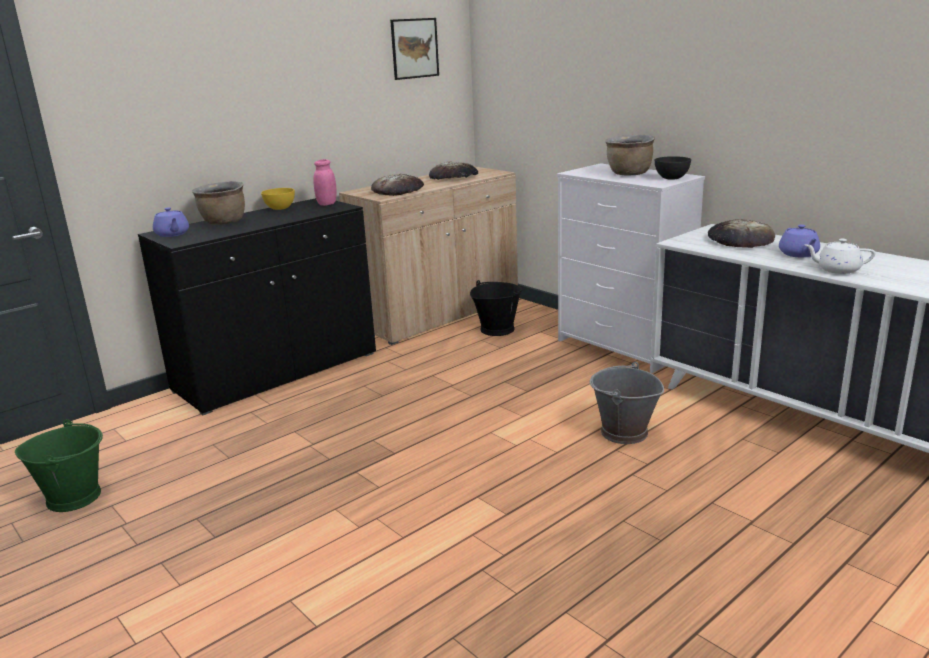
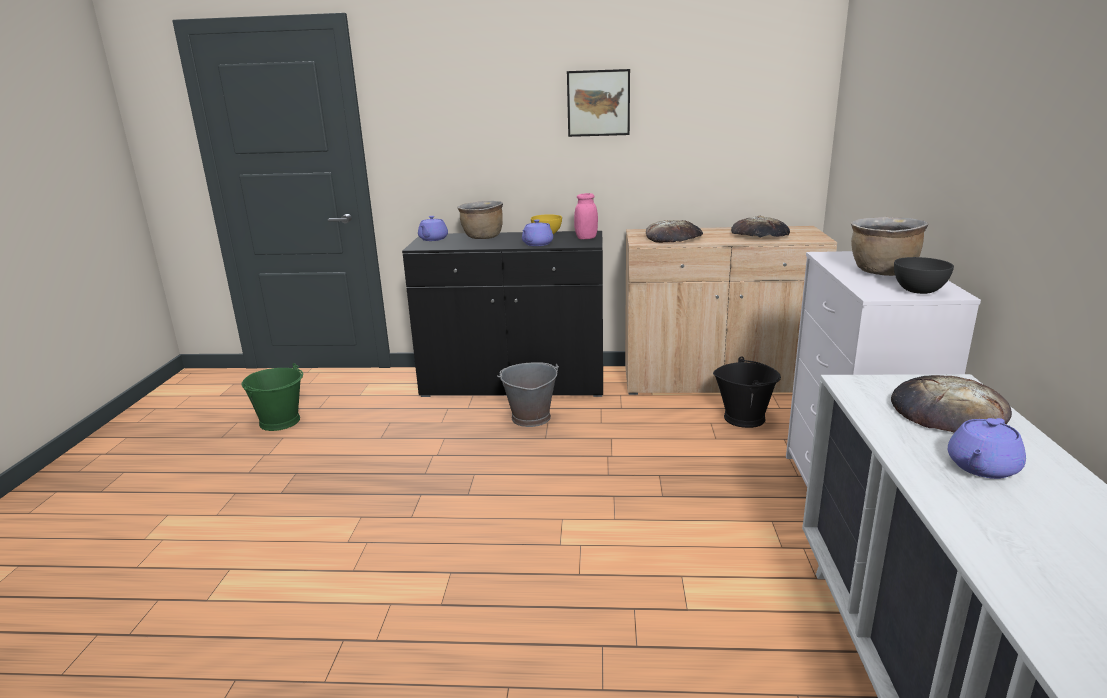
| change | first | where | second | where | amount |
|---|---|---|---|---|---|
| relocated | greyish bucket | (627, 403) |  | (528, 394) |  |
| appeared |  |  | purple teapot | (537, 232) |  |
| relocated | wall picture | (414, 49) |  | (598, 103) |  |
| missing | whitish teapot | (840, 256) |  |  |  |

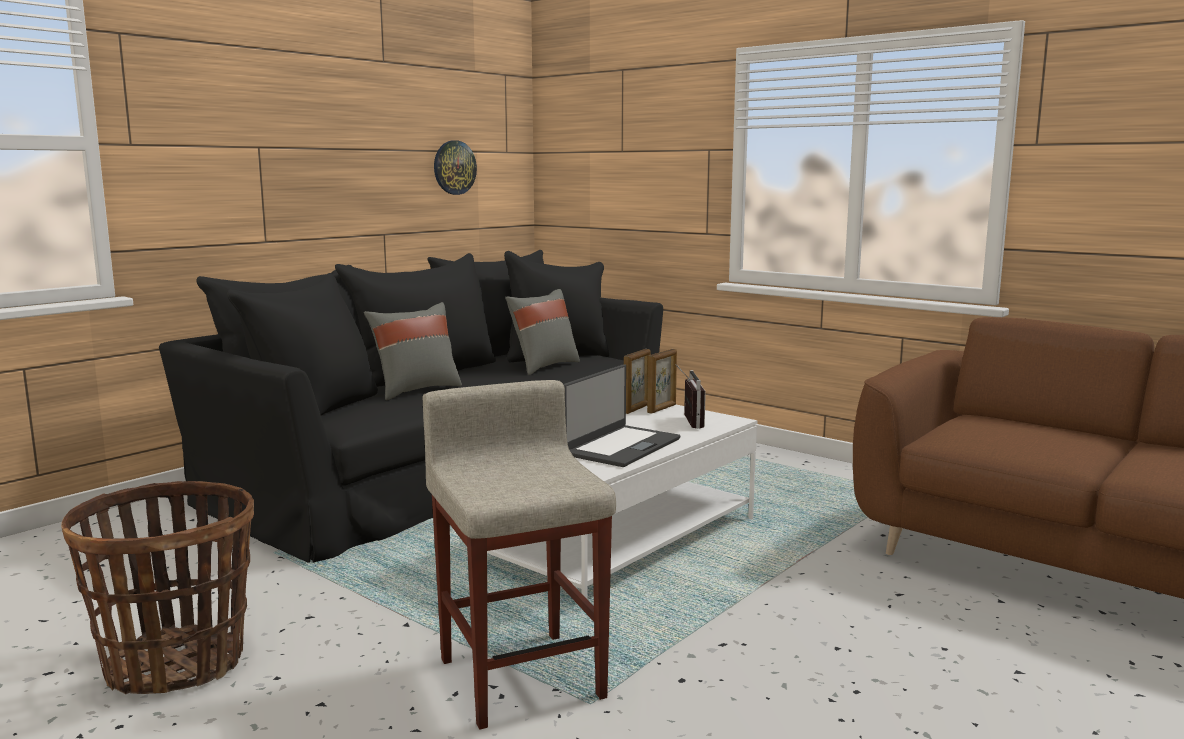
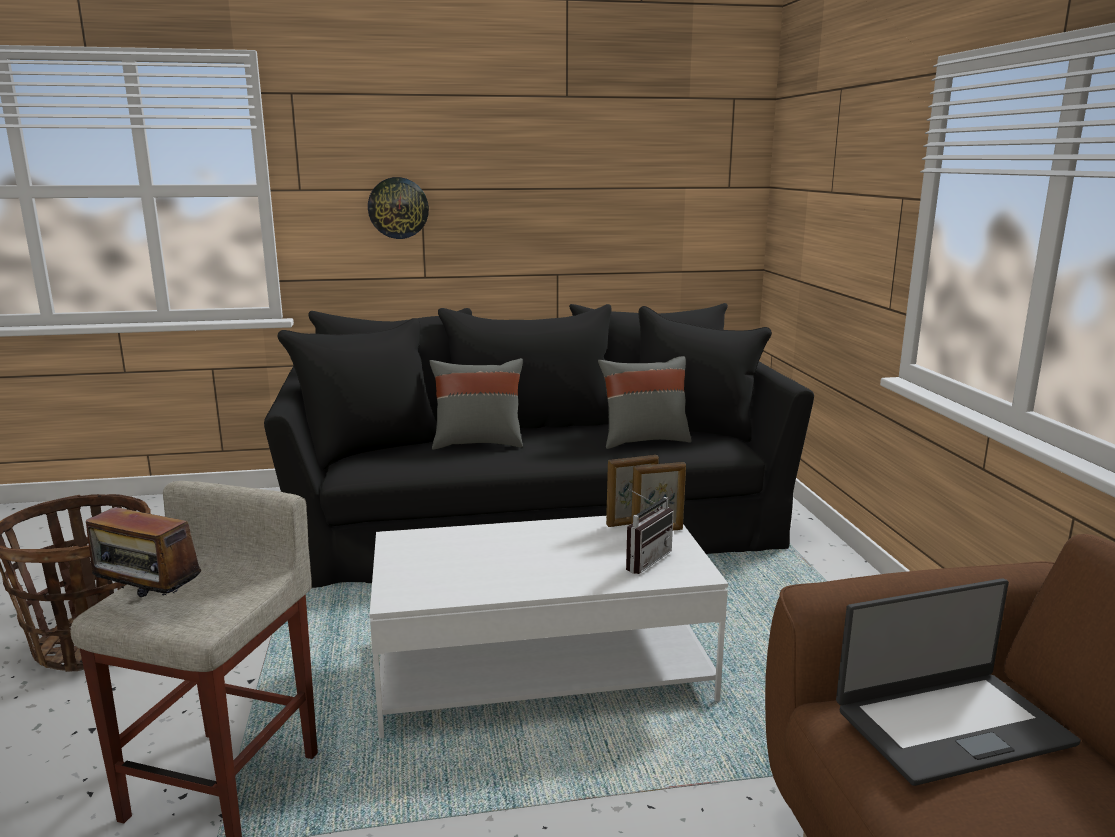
| change | first | where | second | where | amount |
|---|---|---|---|---|---|
| appeared |  |  | radio | (143, 547) |  |
| relocated | wall clock | (455, 167) |  | (398, 208) |  |
| relocated | laptop | (621, 415) |  | (958, 682) |  |

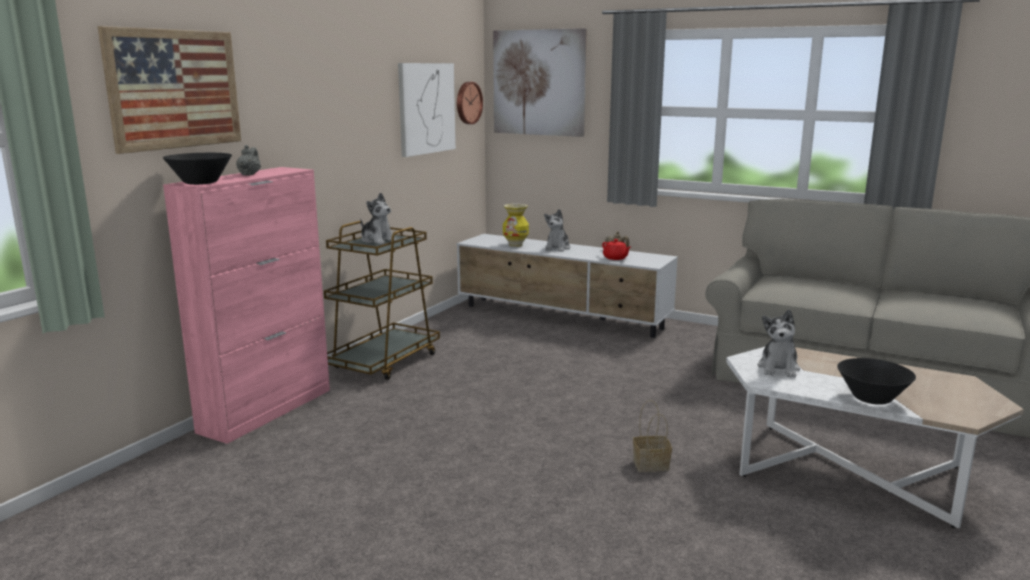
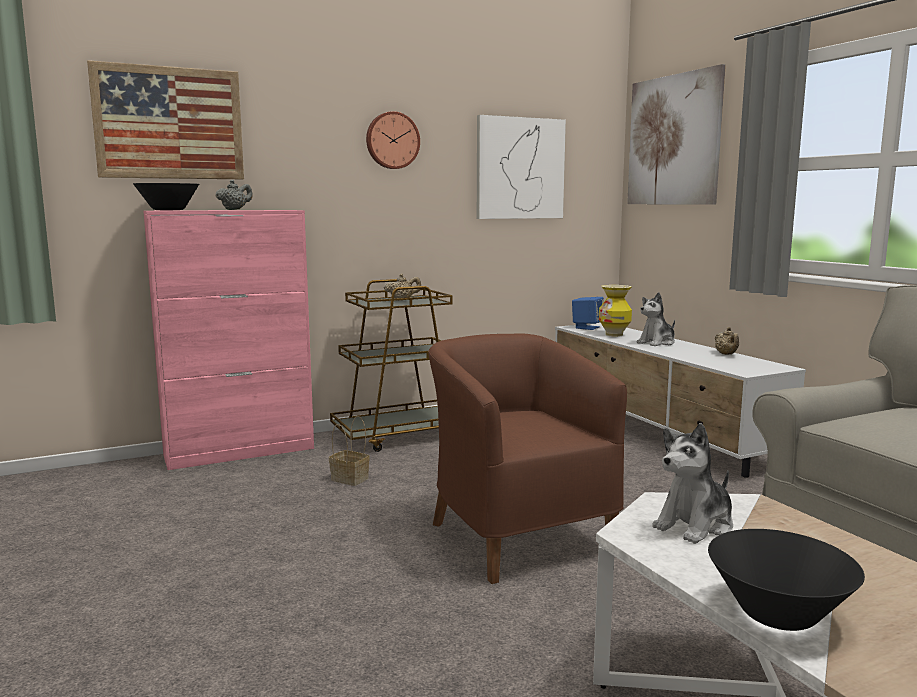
| change | first | where | second | where | amount |
|---|---|---|---|---|---|
| relocated | storage basket | (652, 436) |  | (349, 451) |  |
| relocated | wall clock | (470, 103) |  | (393, 140) |  |
| exchanged | soft toy | (378, 218) | beige teapot | (402, 287) |  |
| appeared |  |  | brown easy chair | (528, 459) |  |
| appeared |  |  | bluish loudspeaker | (588, 313) |  |
| missing | red-coloured teapot | (616, 249) |  |  |  |

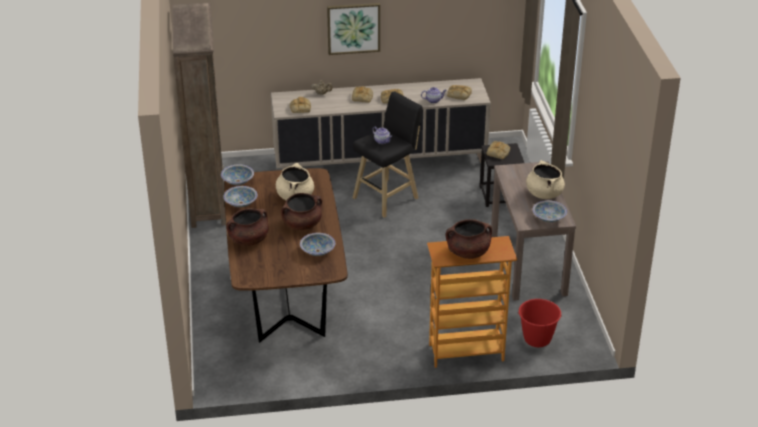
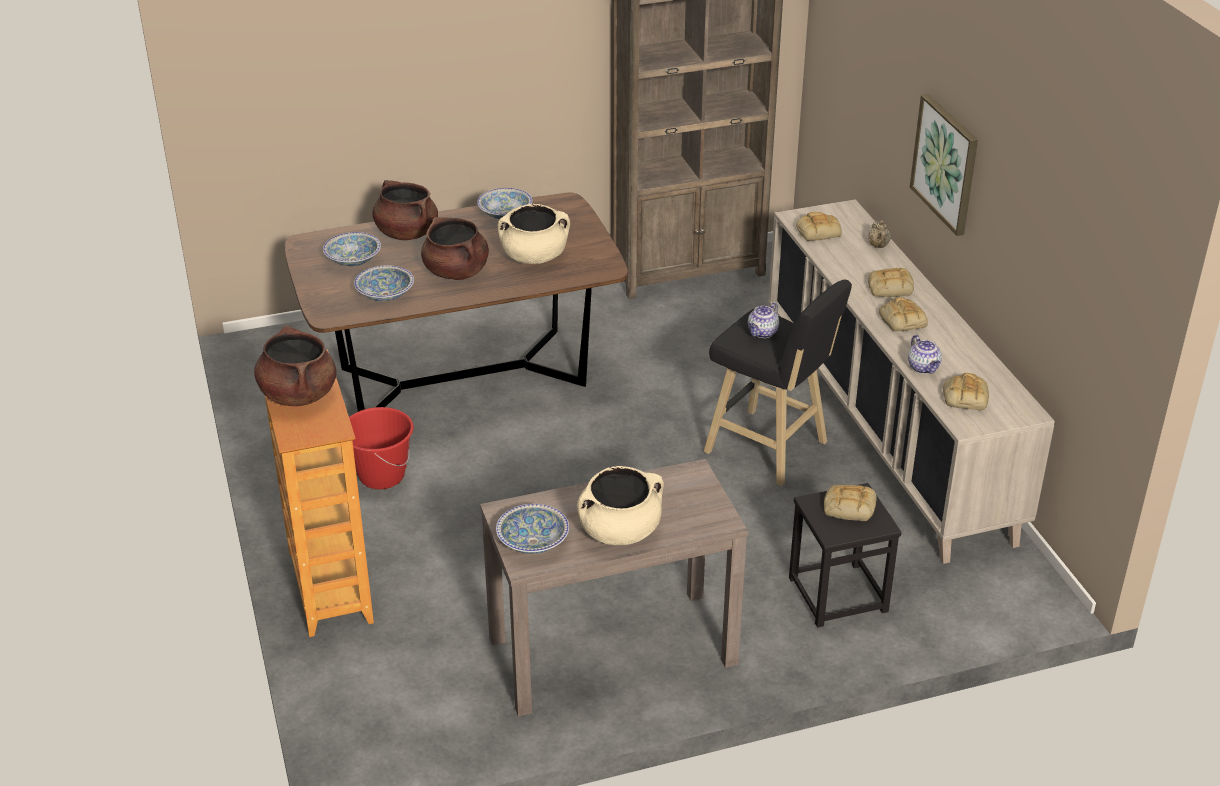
| change | first | where | second | where | amount |
|---|---|---|---|---|---|
| relocated | serving bowl | (237, 174) |  | (352, 249) |  |
| relocated | red-coloured bucket | (539, 323) |  | (381, 448) |  |

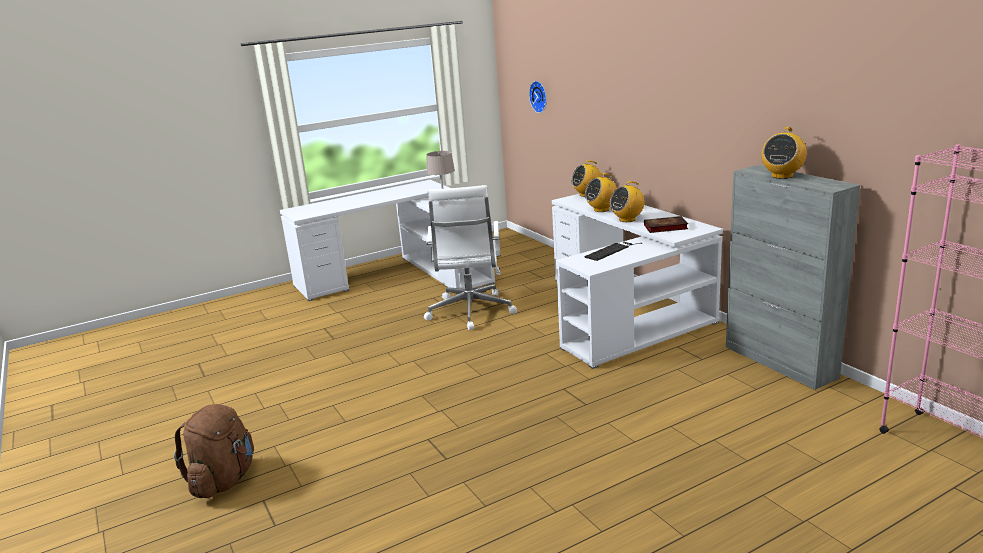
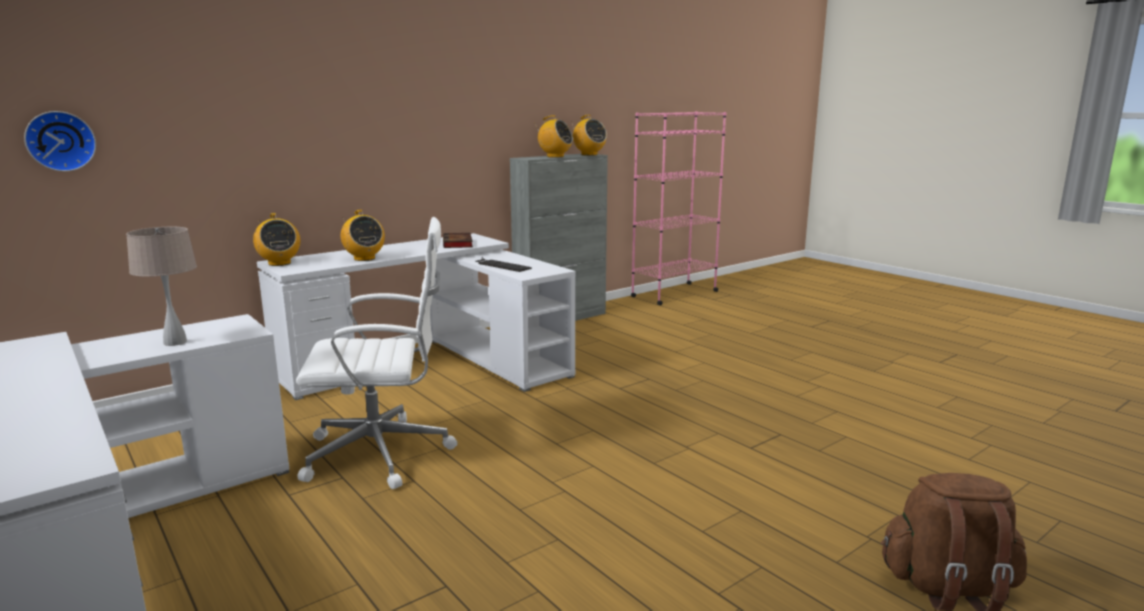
| change | first | where | second | where | amount |
|---|---|---|---|---|---|
| relocated | radio | (627, 201) |  | (589, 135) |  |

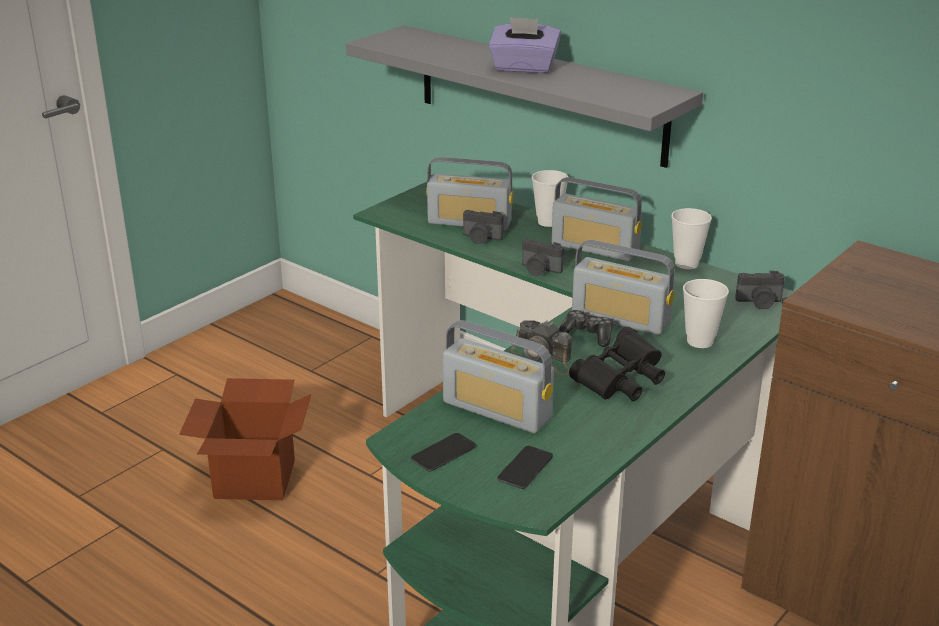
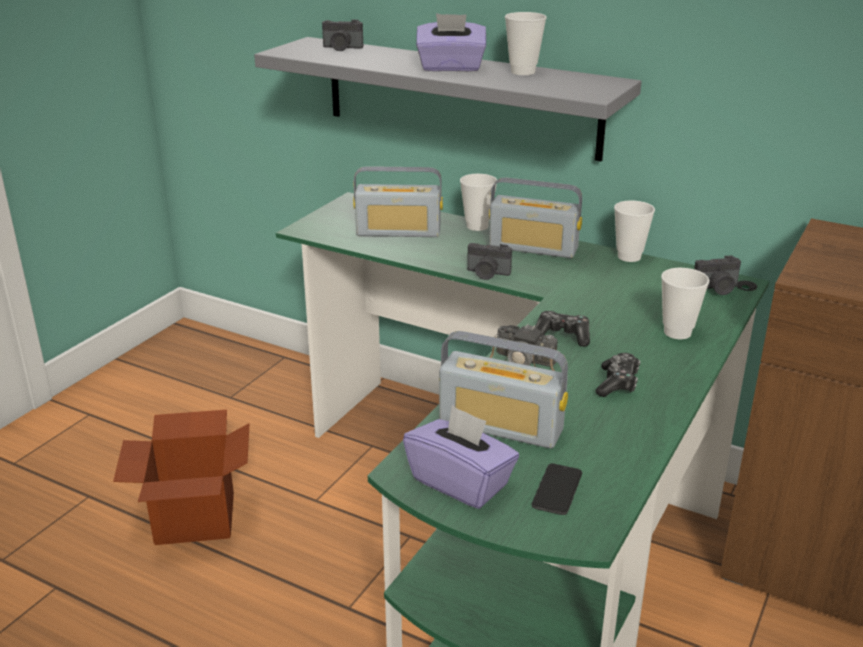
| change | first | where | second | where | amount |
|---|---|---|---|---|---|
| relocated | still camera | (483, 227) |  | (342, 35) |  |
| exchanged | telephone | (443, 452) | purple box of tissues | (461, 457) |  |
| appeared |  |  | cup | (526, 43) |  |
| exchanged | blackish pair of binoculars | (617, 364) | gamepad | (617, 375) |  |
| missing | radio | (623, 287) |  |  |  |

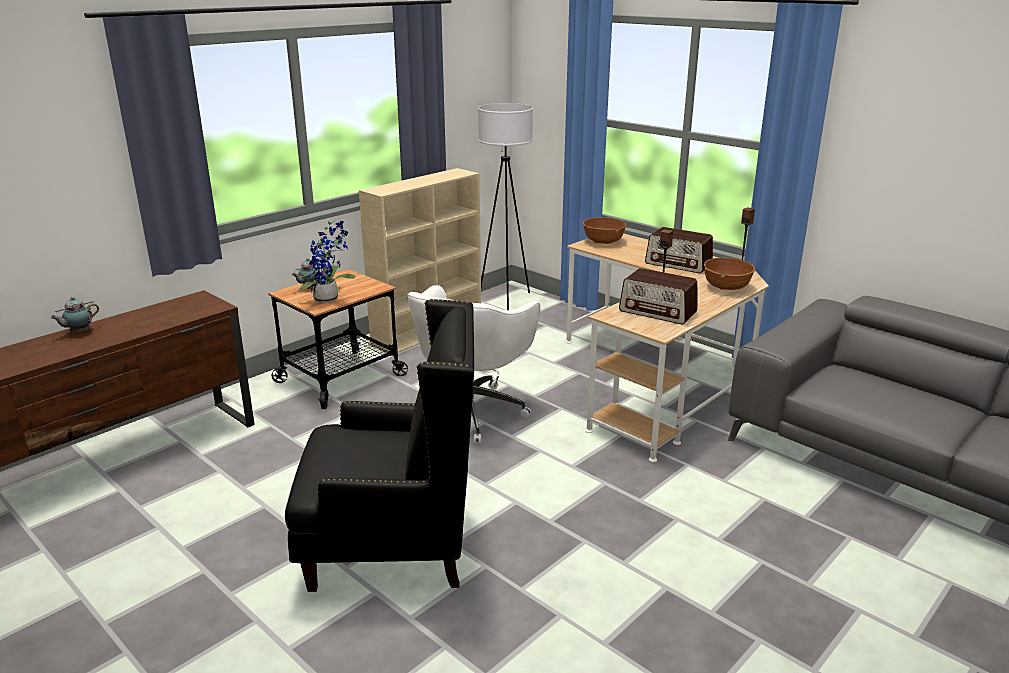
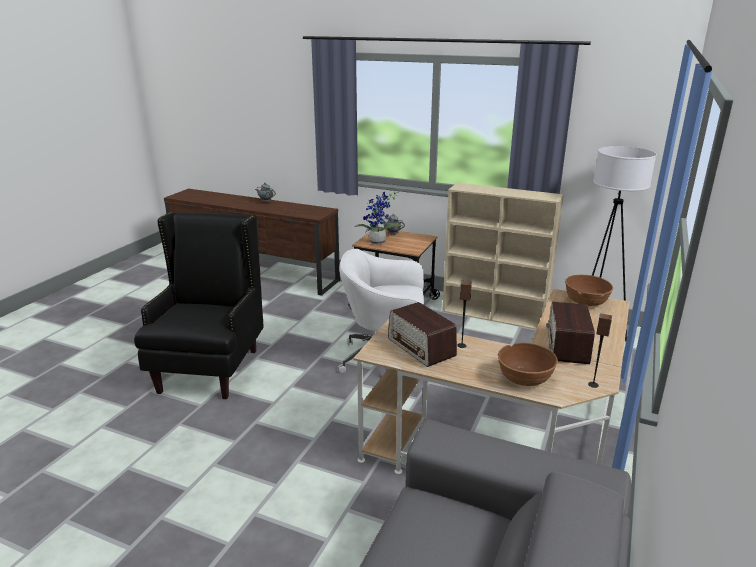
| change | first | where | second | where | amount |
|---|---|---|---|---|---|
| spun | blackish easy chair | (379, 445) |  | (198, 305) | 150 degrees counterclockwise |
| spun | radio | (658, 296) |  | (422, 334) | 45 degrees counterclockwise |

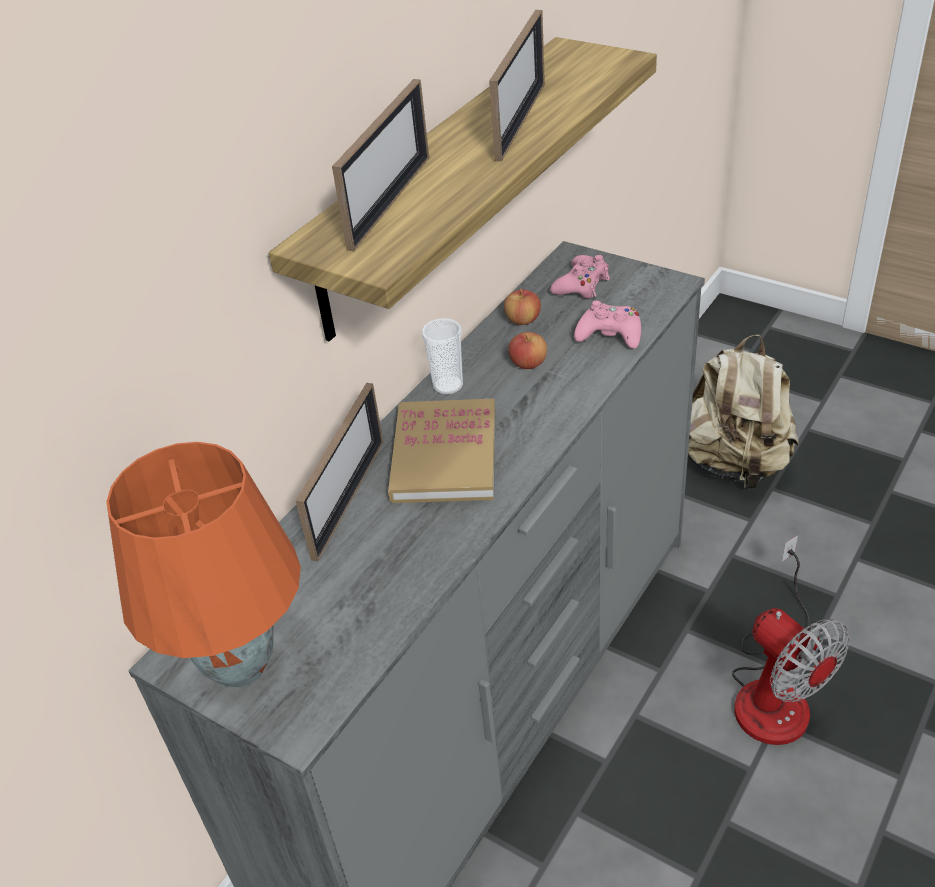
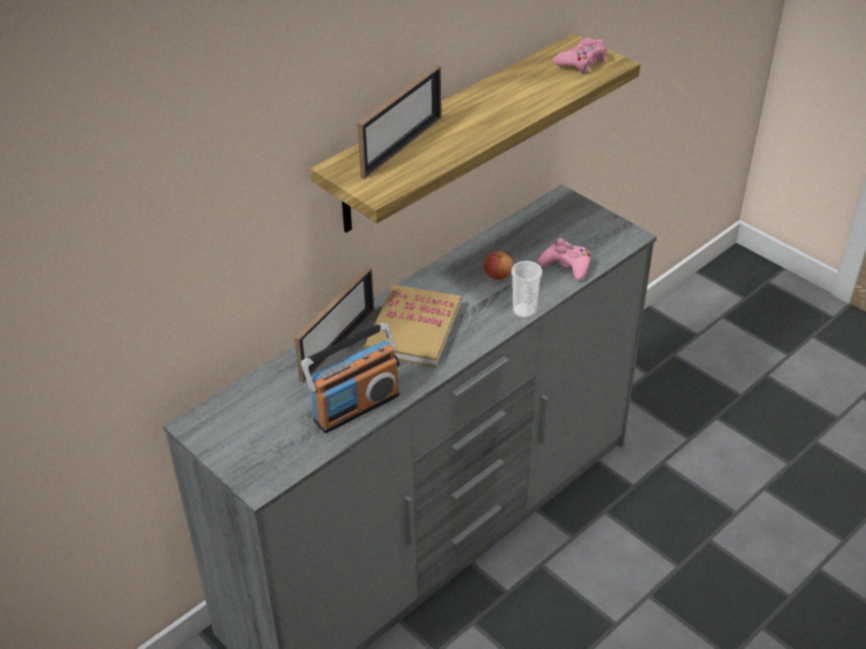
| change | first | where | second | where | amount |
|---|---|---|---|---|---|
| appeared |  |  | radio | (350, 377) |  |
| relocated | cup | (442, 356) |  | (526, 290) |  |
| relocated | pink-coloured gamepad | (580, 277) |  | (580, 55) |  |
| missing | orange tabletop lamp | (203, 564) |  |  |  |
| missing | photo frame | (517, 86) |  |  |  |
| missing | apple | (522, 306) |  |  |  |
| missing | beige rucksack | (743, 412) |  |  |  |
| missing | fan | (791, 640) |  |  |  |

